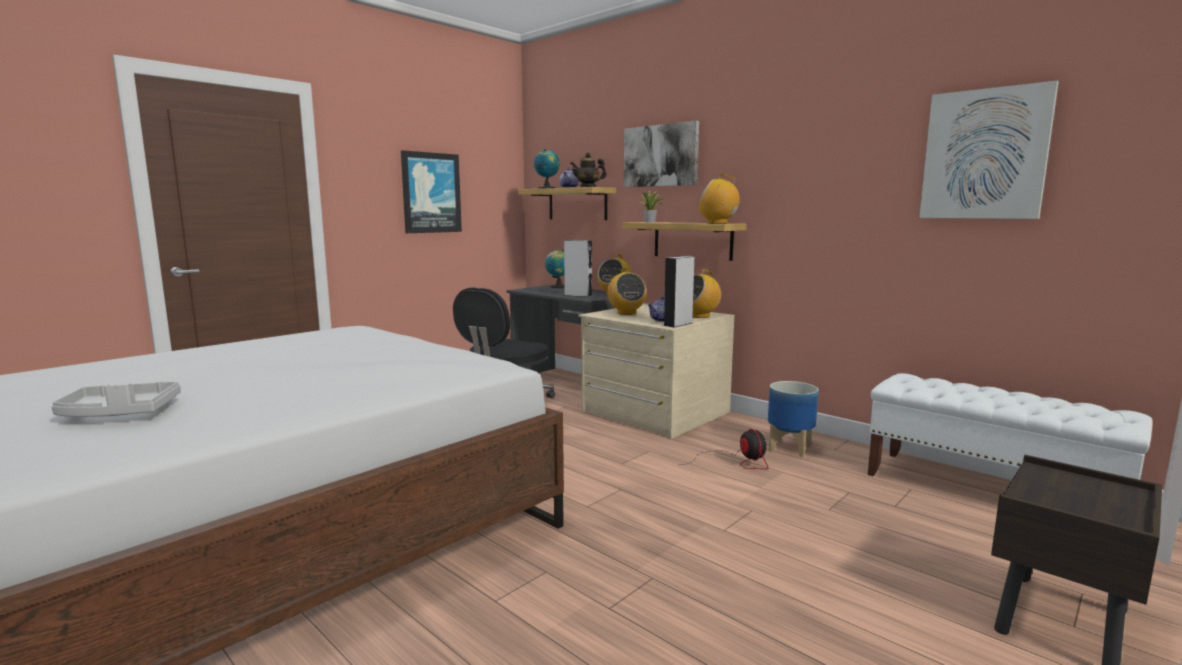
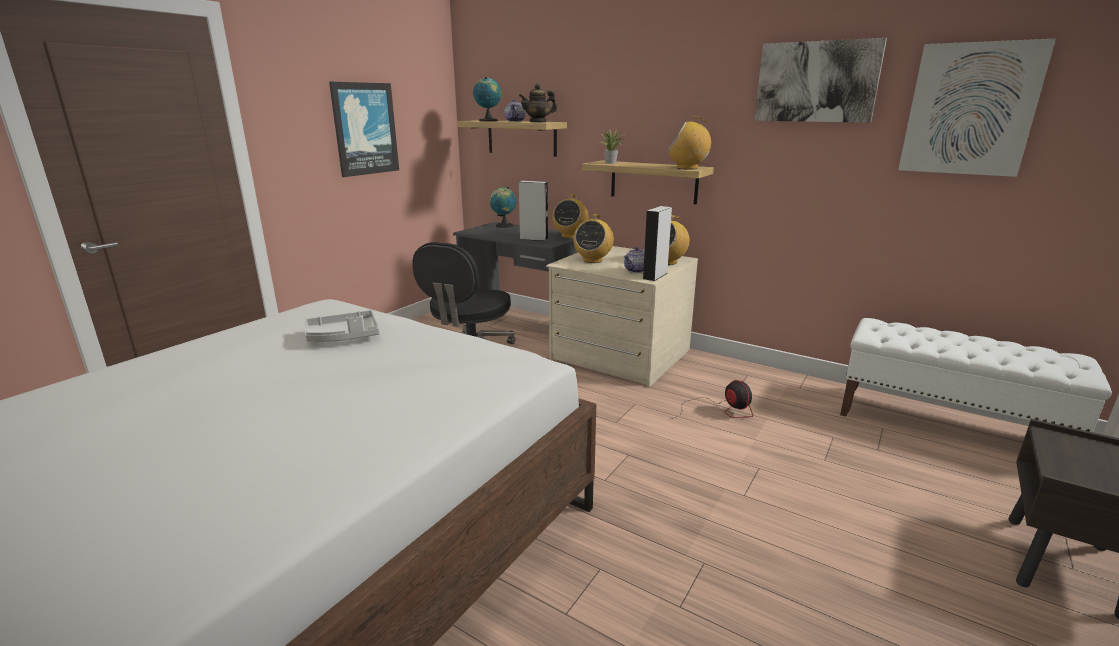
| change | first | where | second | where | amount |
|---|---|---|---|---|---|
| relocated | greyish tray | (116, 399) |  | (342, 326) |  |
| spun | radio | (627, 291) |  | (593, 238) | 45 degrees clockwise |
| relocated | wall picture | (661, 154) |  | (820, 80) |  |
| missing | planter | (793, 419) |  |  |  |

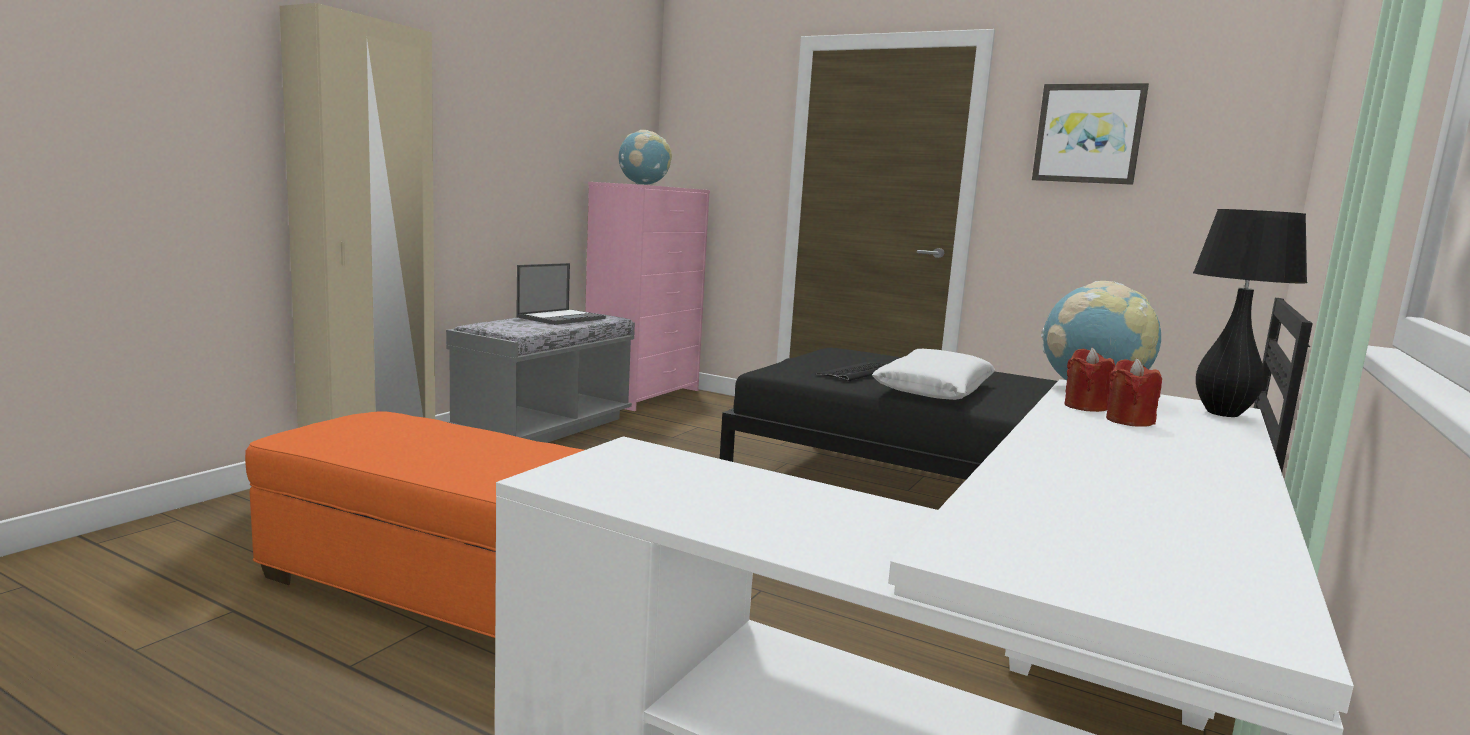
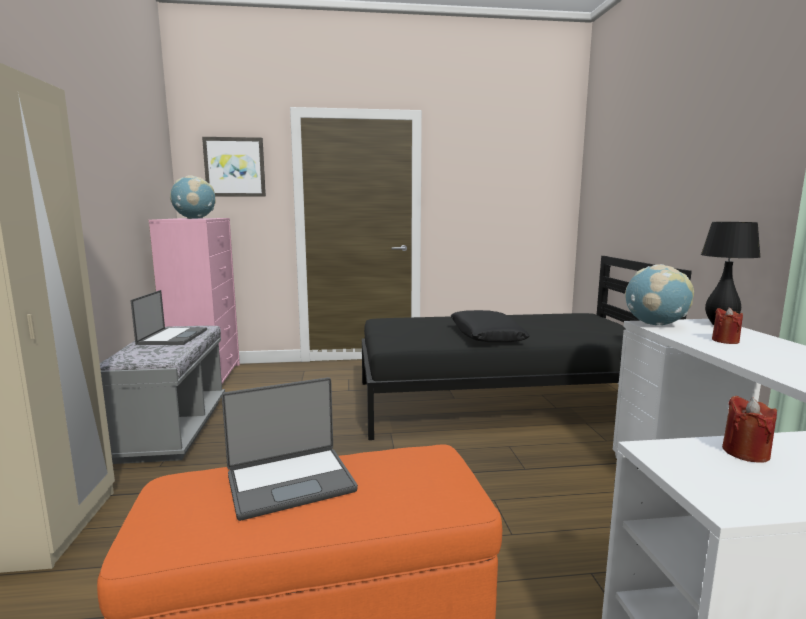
| change | first | where | second | where | amount |
|---|---|---|---|---|---|
| relocated | wall picture | (1090, 134) |  | (234, 167) |  |
| appeared |  |  | laptop | (290, 449) |  |
| colour | whitish cushion | (933, 374) | blackish cushion | (490, 326) |  |
| relocated | red-coloured wax light | (1089, 379) |  | (749, 429) |  |
| missing | PC keyboard | (852, 371) |  |  |  |

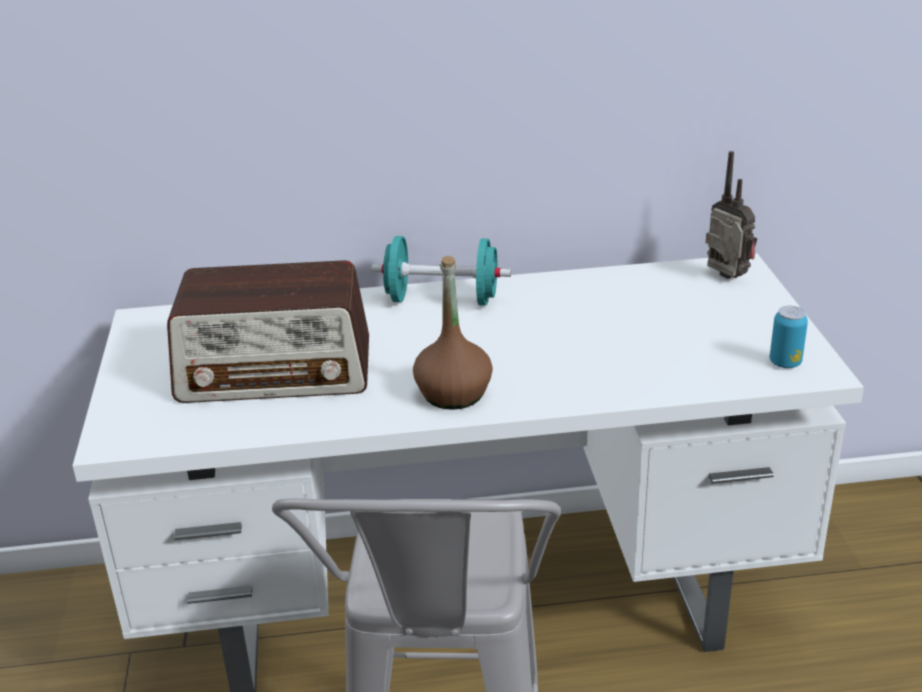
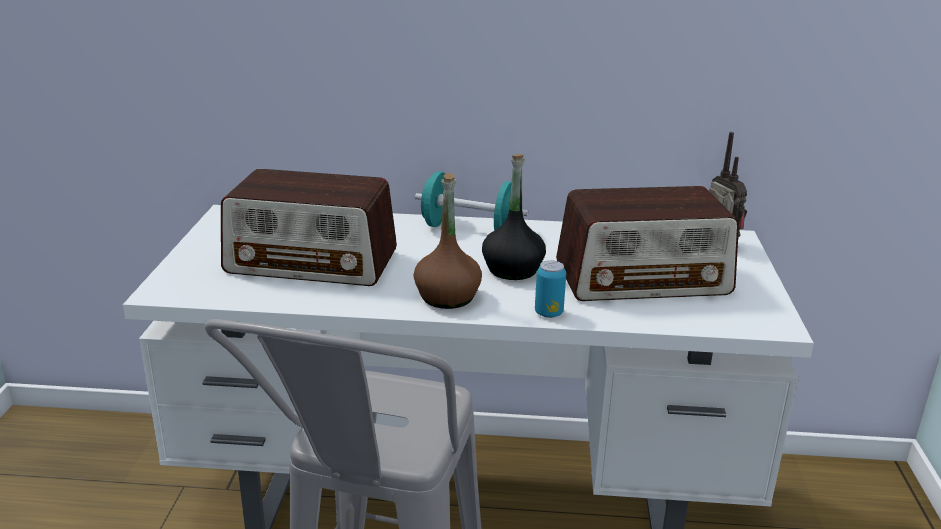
| change | first | where | second | where | amount |
|---|---|---|---|---|---|
| appeared |  |  | blackish drink bottle | (514, 217) |  |
| relocated | sealed can | (789, 337) |  | (550, 289) |  |
| appeared |  |  | radio | (647, 243) |  |

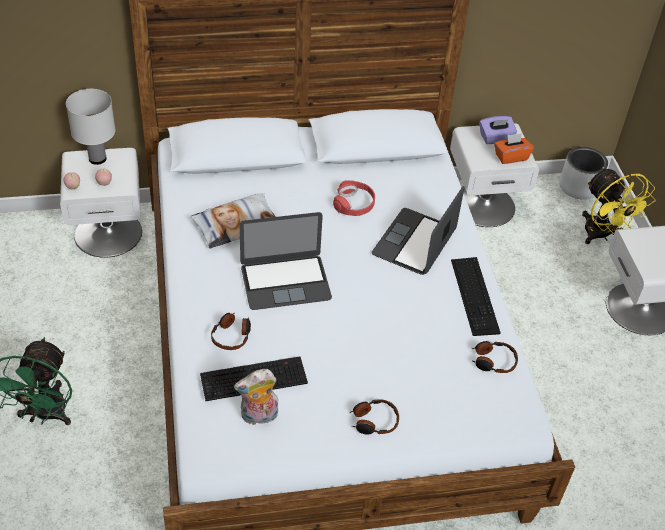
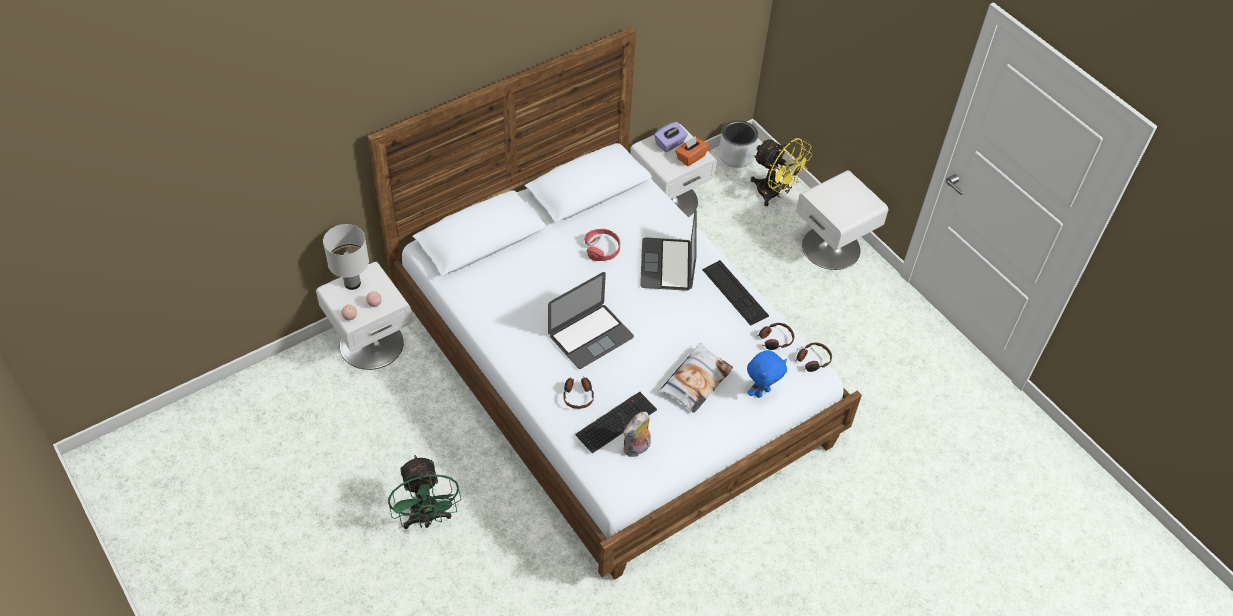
| change | first | where | second | where | amount |
|---|---|---|---|---|---|
| relocated | cushion | (233, 221) |  | (696, 378) |  |
| appeared |  |  | bluish soft toy | (767, 374) |  |
| relocated | headphones | (374, 417) |  | (814, 357) |  |

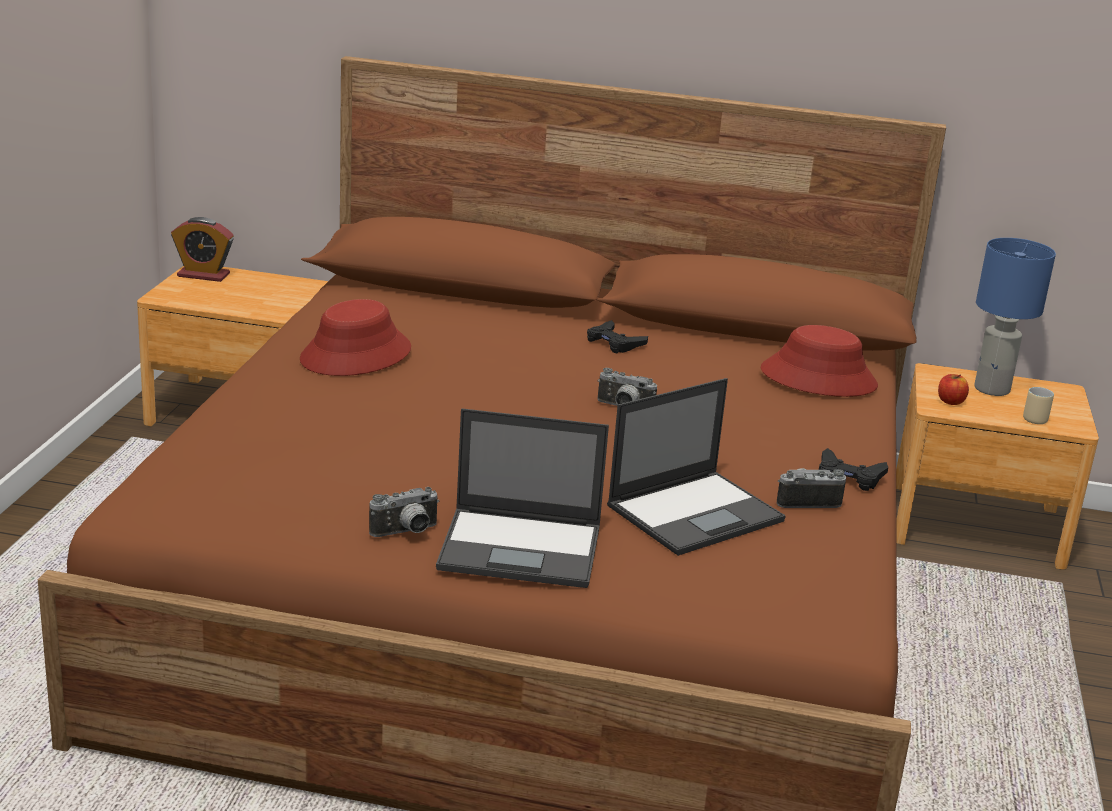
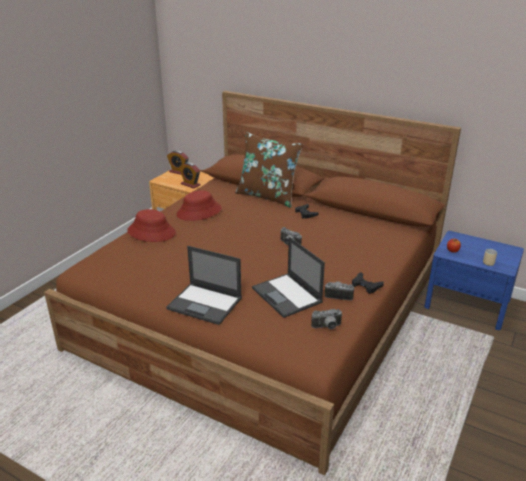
| change | first | where | second | where | amount |
|---|---|---|---|---|---|
| relocated | red-coloured hat | (819, 361) |  | (151, 225) |  |
| appeared |  |  | alarm clock | (189, 175) |  |
| appeared |  |  | brown cushion | (269, 170) |  |
| spun | laptop | (696, 467) |  | (288, 277) | 75 degrees clockwise |
| relocated | still camera | (404, 512) |  | (327, 319) |  |
| colour | brown bedside table | (997, 466) | bluish bedside table | (474, 280) |  |
| missing | bluish tabletop lamp | (1015, 317) |  |  |  |

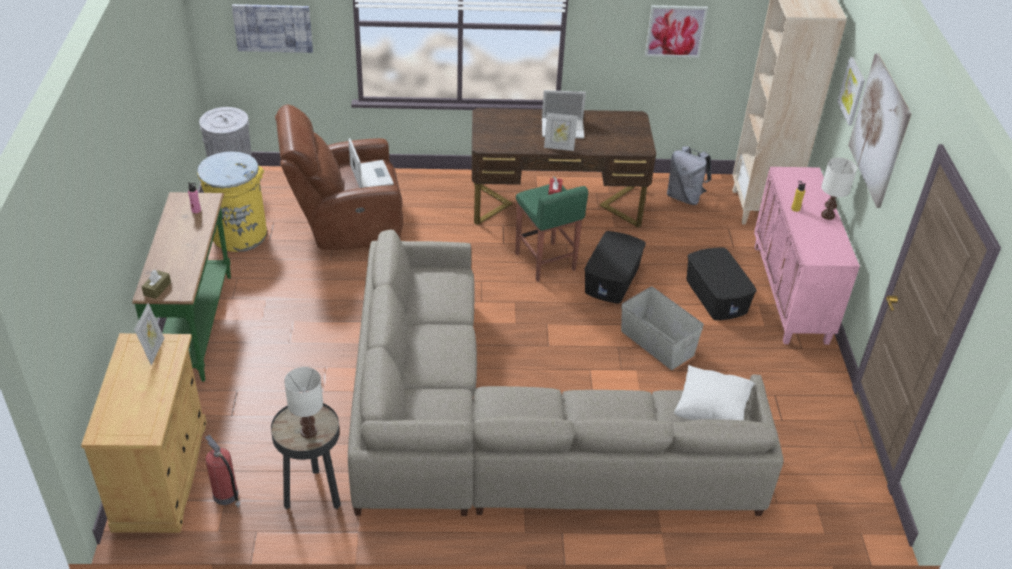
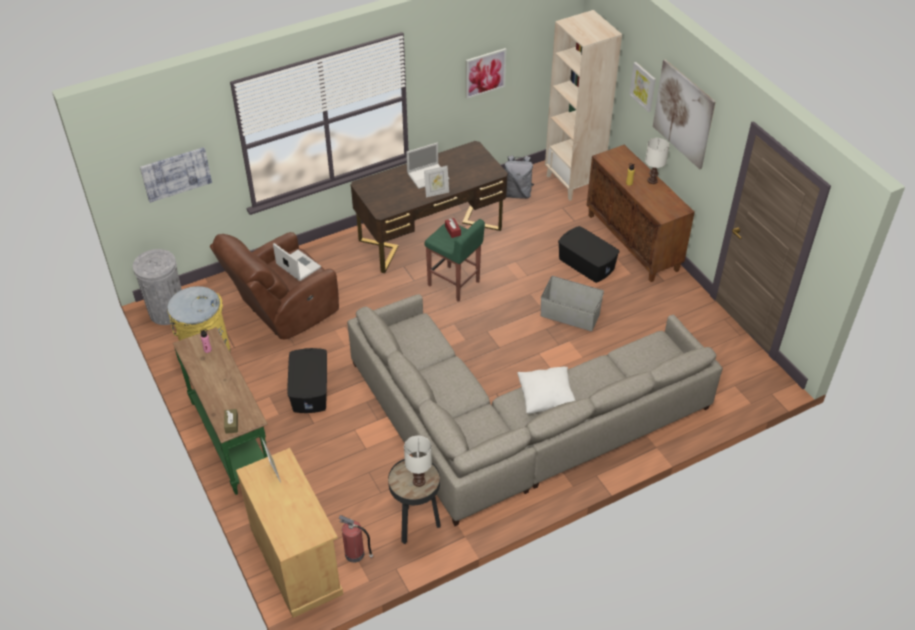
| change | first | where | second | where | amount |
|---|---|---|---|---|---|
| relocated | blackish storage box | (615, 267) |  | (307, 380) |  |
| relocated | whitish cushion | (714, 392) |  | (546, 390) |  |
| colour | pink-coloured storage cabinet | (807, 256) | brown storage cabinet | (640, 213) |  |

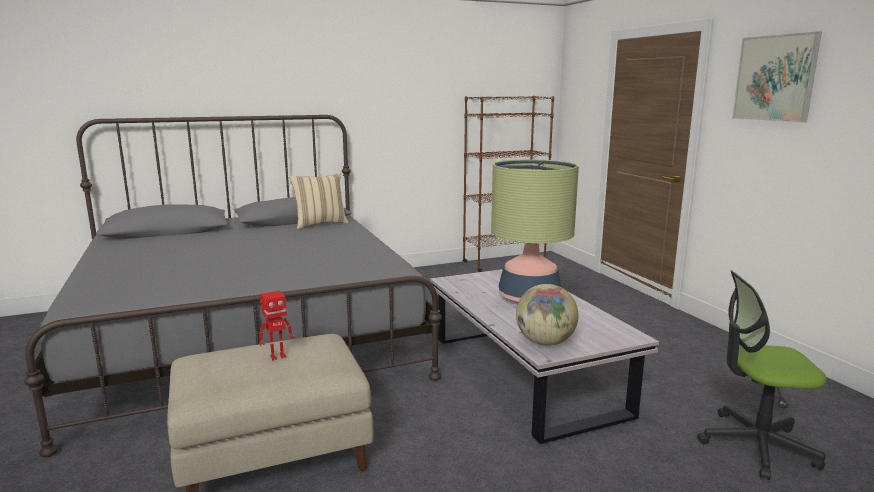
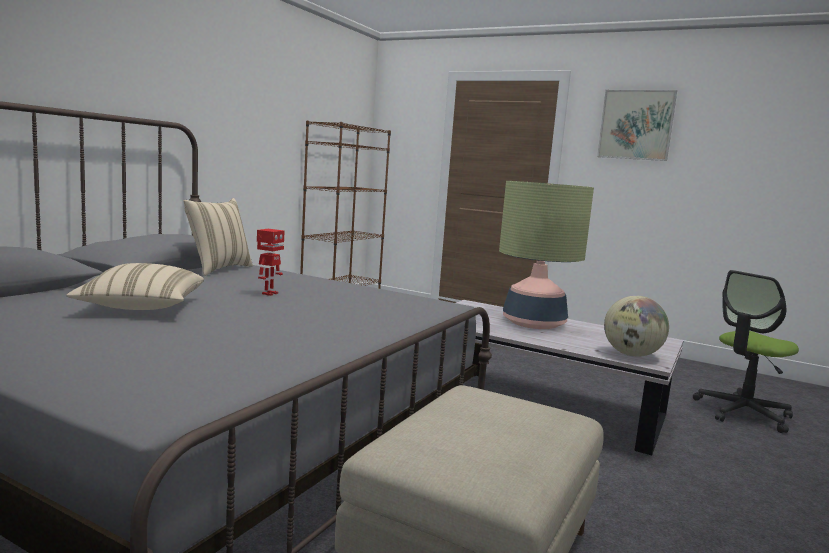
| change | first | where | second | where | amount |
|---|---|---|---|---|---|
| appeared |  |  | beige cushion | (135, 286) |  |
| relocated | toy robot | (277, 326) |  | (270, 262) |  |

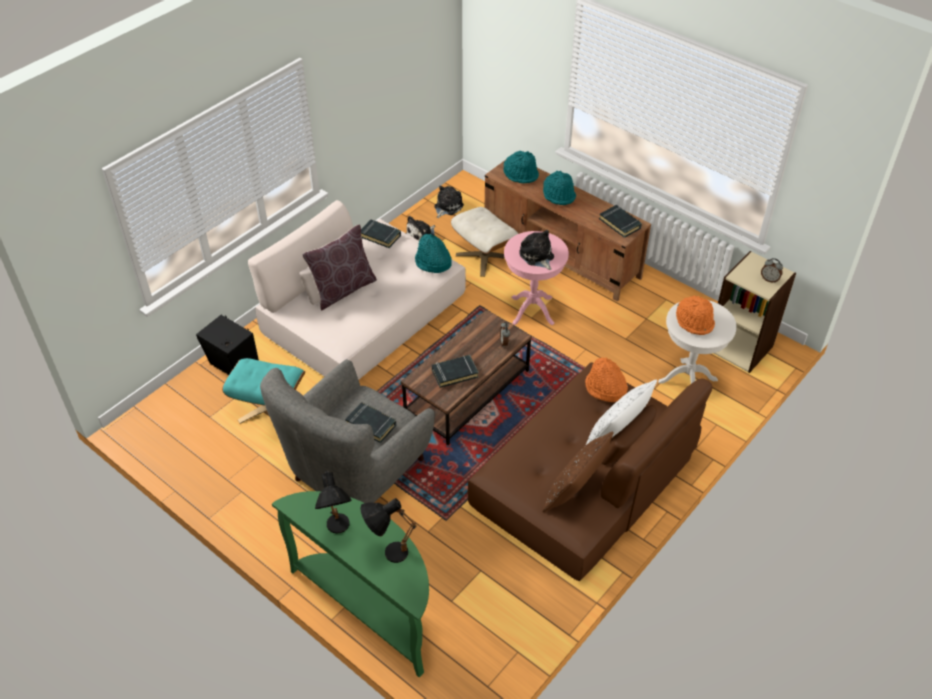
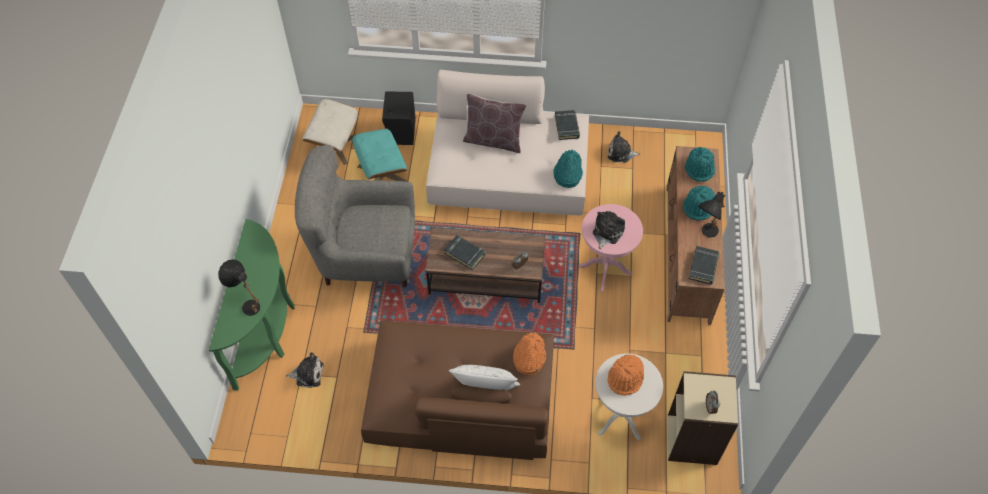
| change | first | where | second | where | amount |
|---|---|---|---|---|---|
| relocated | soft toy | (449, 202) |  | (305, 370) |  |
| relocated | beige pouffe | (484, 242) |  | (330, 132) |  |
| relocated | blackish tabletop lamp | (333, 502) |  | (711, 214) |  |
| missing | blackish volume | (370, 422) |  |  |  |
| missing | brown cushion | (577, 471) |  |  |  |

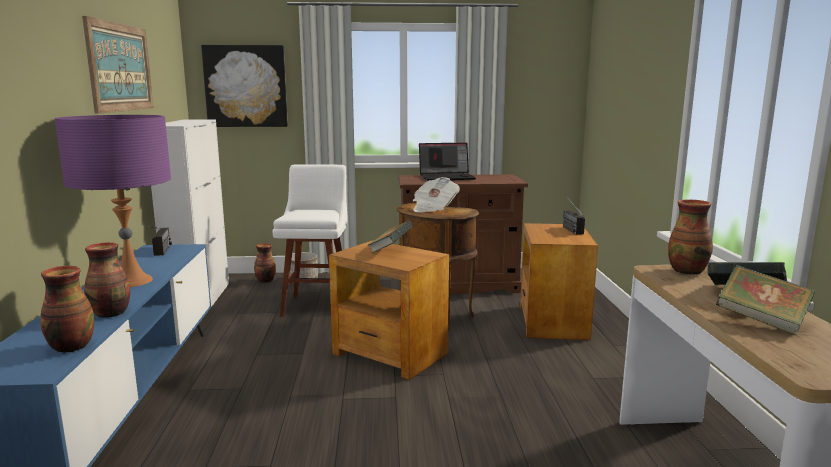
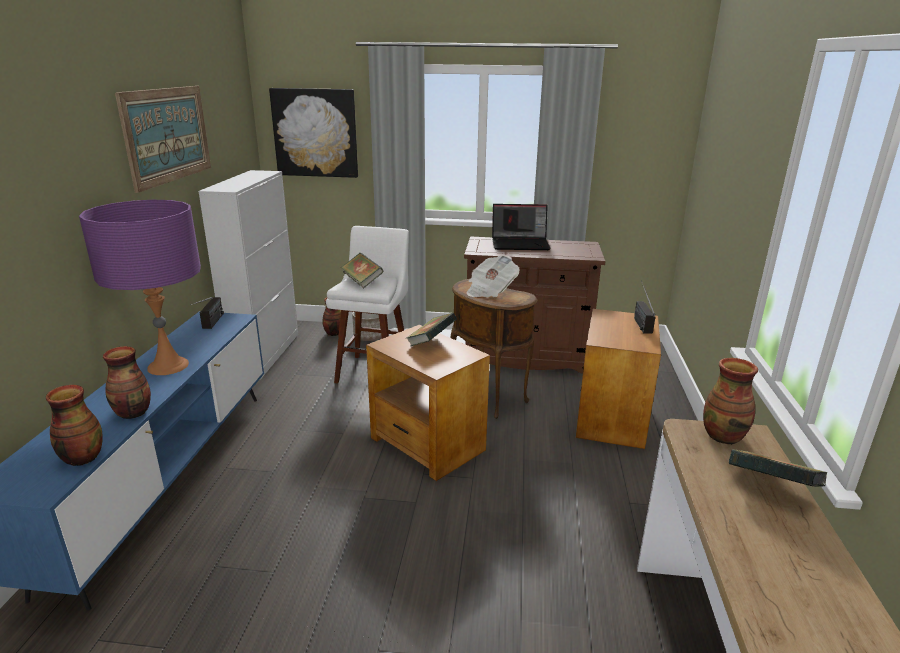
| change | first | where | second | where | amount |
|---|---|---|---|---|---|
| relocated | volume | (765, 300) |  | (362, 270) |  |

